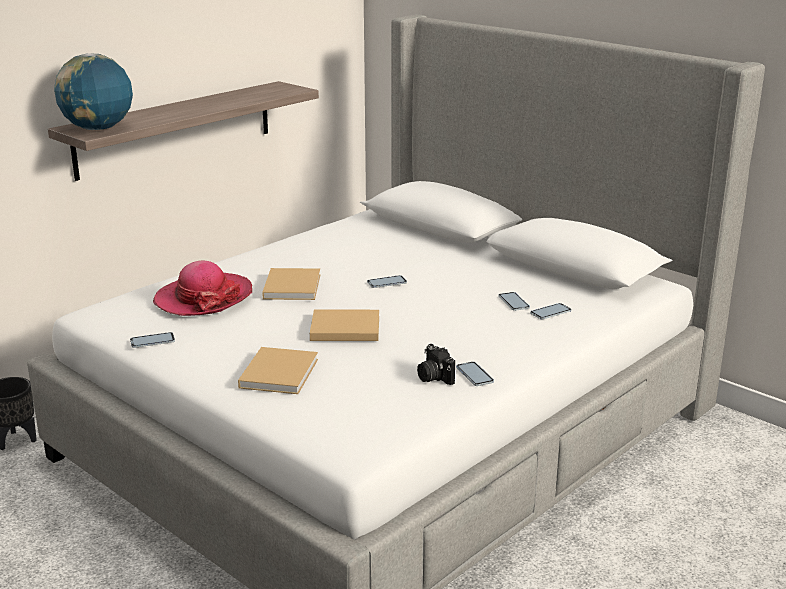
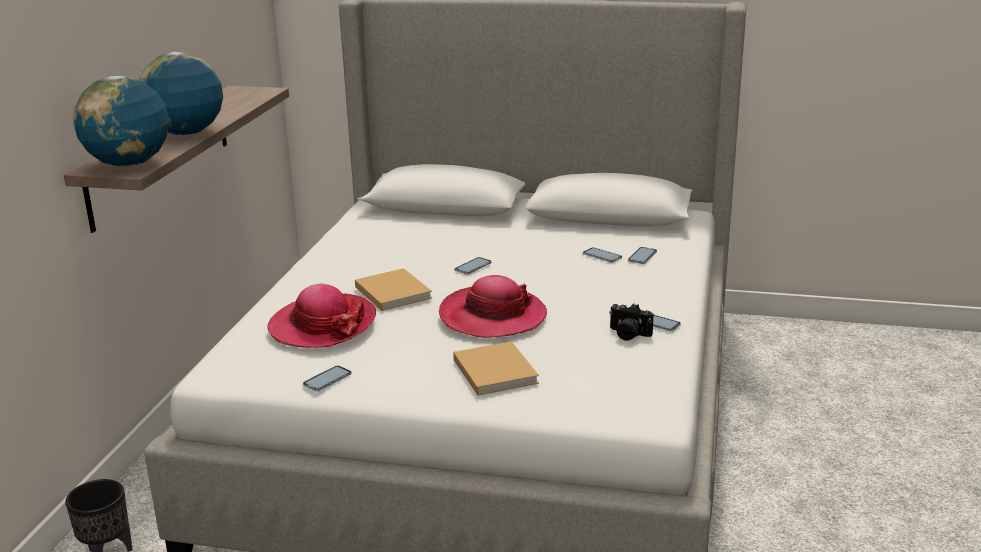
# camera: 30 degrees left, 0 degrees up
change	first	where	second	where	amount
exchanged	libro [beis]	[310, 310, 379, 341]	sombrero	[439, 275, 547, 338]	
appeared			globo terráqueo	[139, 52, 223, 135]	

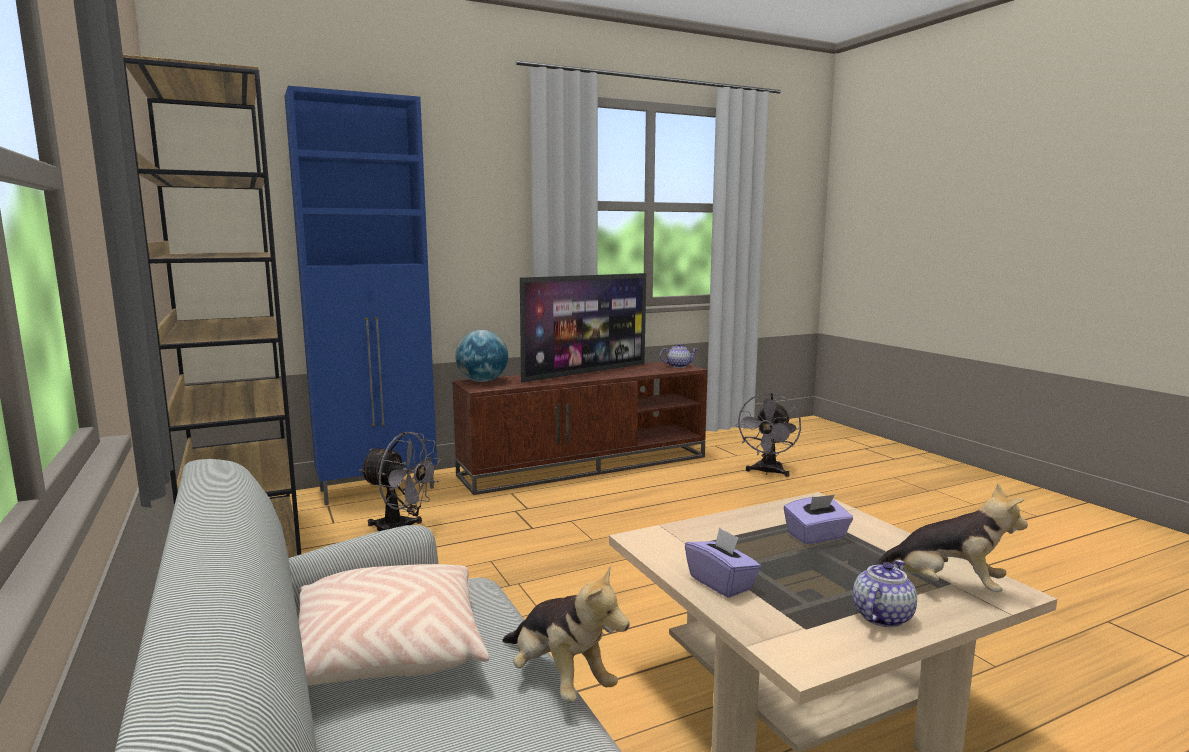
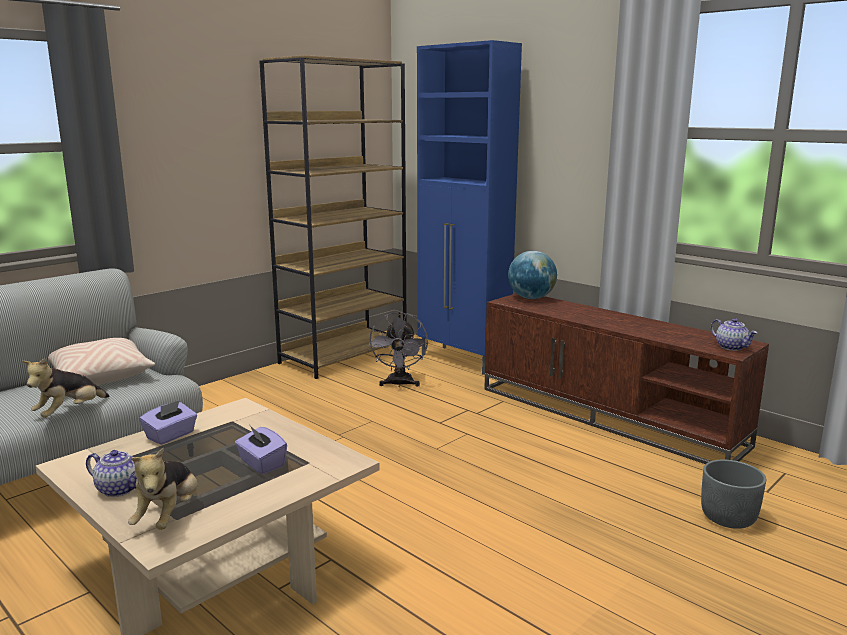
# camera: 70 degrees right, 5 degrees up
change	first	where	second	where	amount
missing	televisor	[520, 273, 646, 382]			
exchanged	ventilador [gris]	[735, 393, 801, 477]	maceta [gris]	[701, 460, 766, 529]	

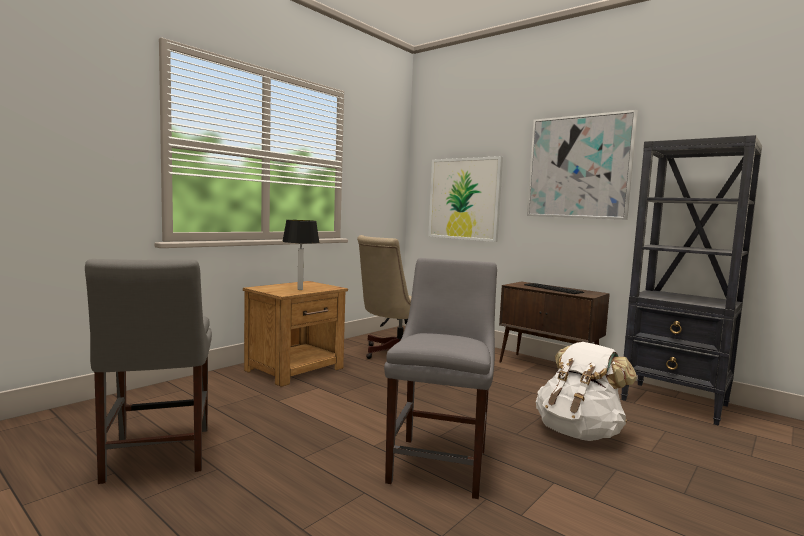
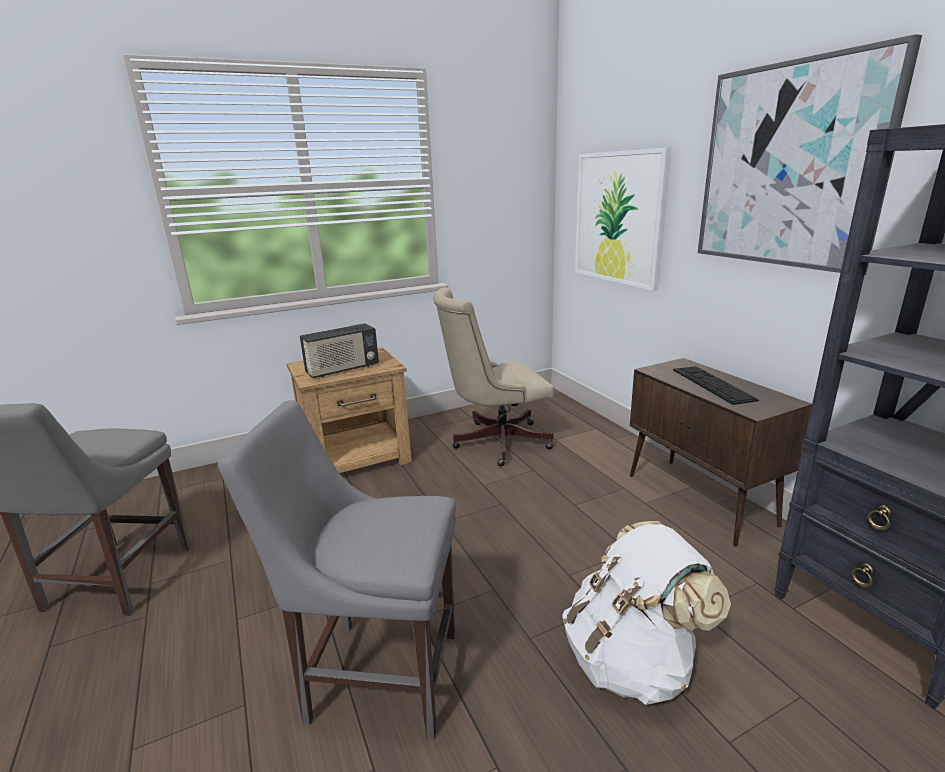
# camera: 25 degrees right, 15 degrees up
change	first	where	second	where	amount
exchanged	lámpara de mesa	[282, 220, 320, 290]	radio	[300, 323, 379, 378]	
spun	silla [gris]	[384, 258, 497, 499]		[218, 400, 456, 739]	120 degrees counterclockwise

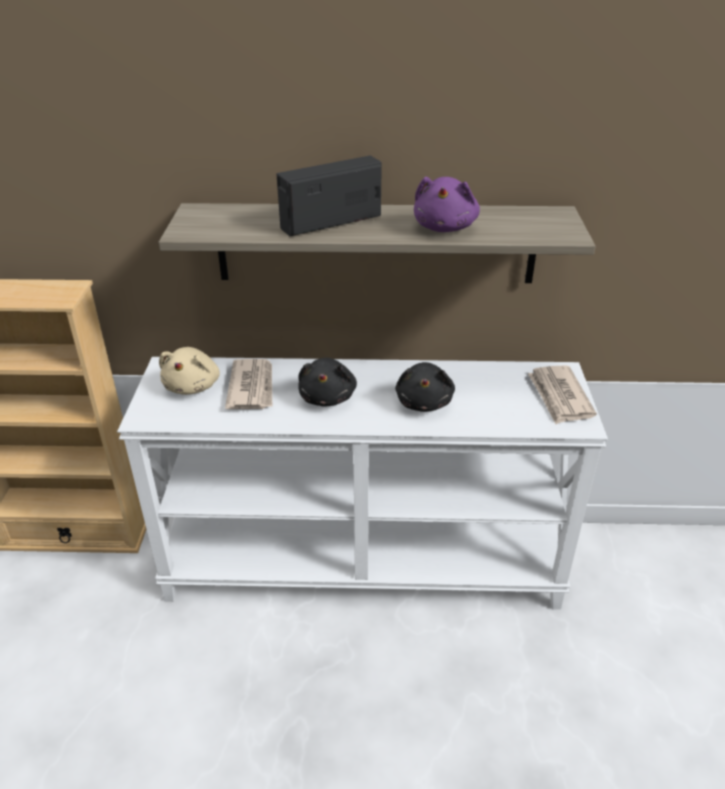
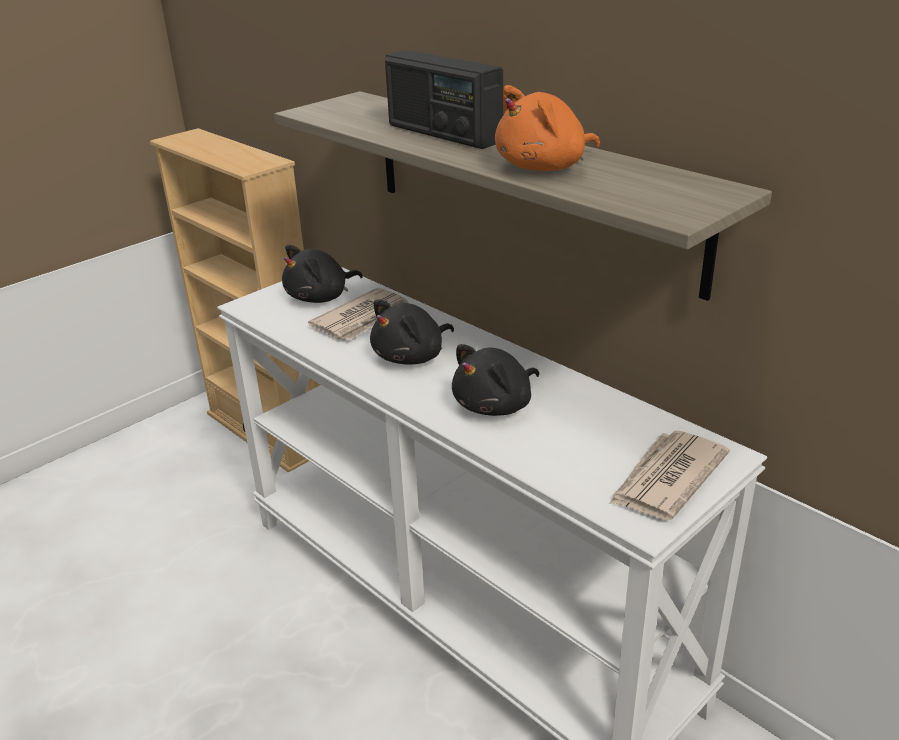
# camera: 45 degrees right, 5 degrees down
change	first	where	second	where	amount
colour	peluche [beis]	[159, 347, 220, 395]	peluche [negro]	[282, 245, 363, 303]	
spun	radio	[276, 156, 382, 236]		[385, 50, 503, 149]	150 degrees counterclockwise
colour	peluche [morado]	[414, 177, 480, 232]	peluche [naranja]	[495, 85, 600, 171]	

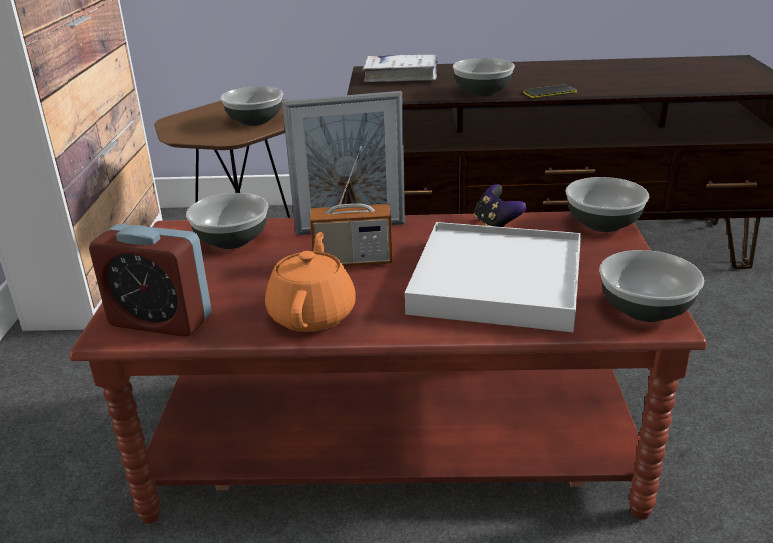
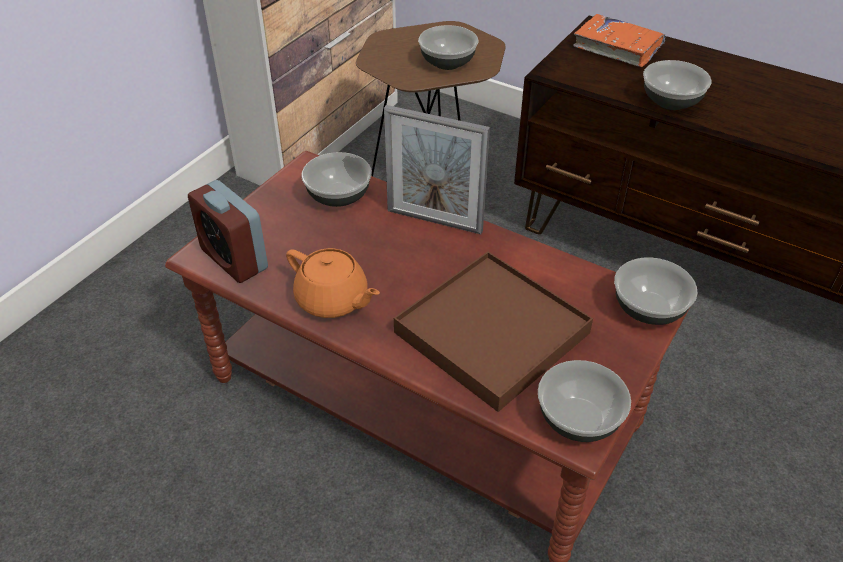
# camera: 30 degrees right, 15 degrees up
change	first	where	second	where	amount
spun	tetera [naranja]	[265, 232, 356, 332]		[286, 248, 380, 318]	90 degrees clockwise
missing	radio	[310, 146, 393, 266]			
colour	libro [blanco]	[362, 55, 438, 82]	libro [naranja]	[573, 14, 665, 67]	
colour	bandeja [blanco]	[405, 222, 581, 332]	bandeja [marrón]	[394, 252, 593, 412]	
missing	mando de consola	[474, 184, 526, 227]			
missing	móvil	[523, 84, 577, 98]			

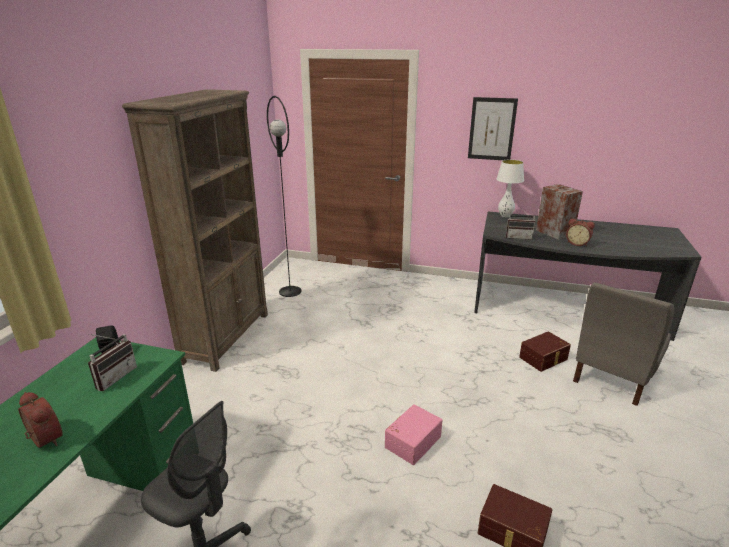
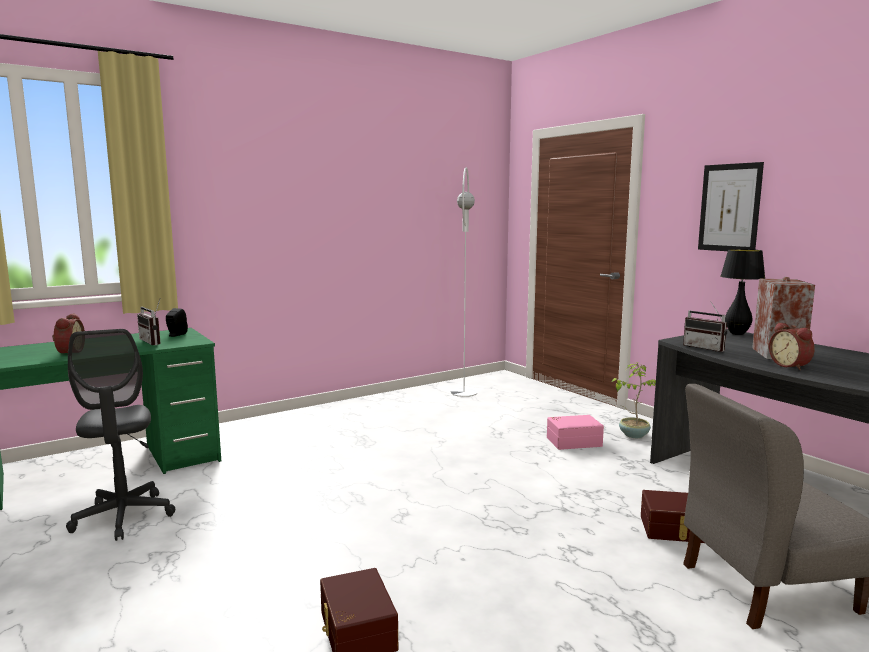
# camera: 40 degrees right, 15 degrees down
change	first	where	second	where	amount
spun	radio	[88, 334, 137, 391]		[137, 299, 161, 345]	75 degrees clockwise
missing	estantería [marrón]	[122, 89, 268, 372]			
colour	lámpara de pie [negro]	[267, 96, 302, 297]	lámpara de pie [blanco]	[451, 167, 477, 397]	
relocated	caja de almacenaje [rosa]	[385, 404, 442, 465]		[547, 415, 604, 450]	
colour	lámpara de mesa [blanco]	[496, 159, 524, 218]	lámpara de mesa [negro]	[721, 249, 765, 335]	
appeared			planta en maceta	[612, 362, 656, 438]	

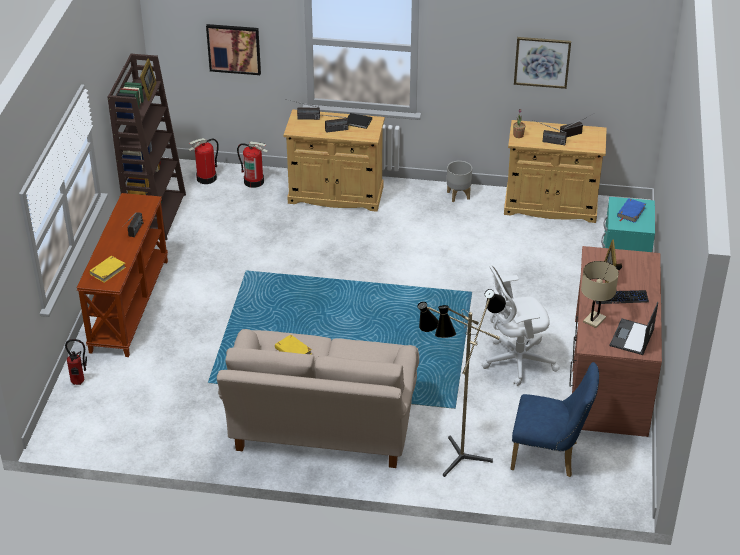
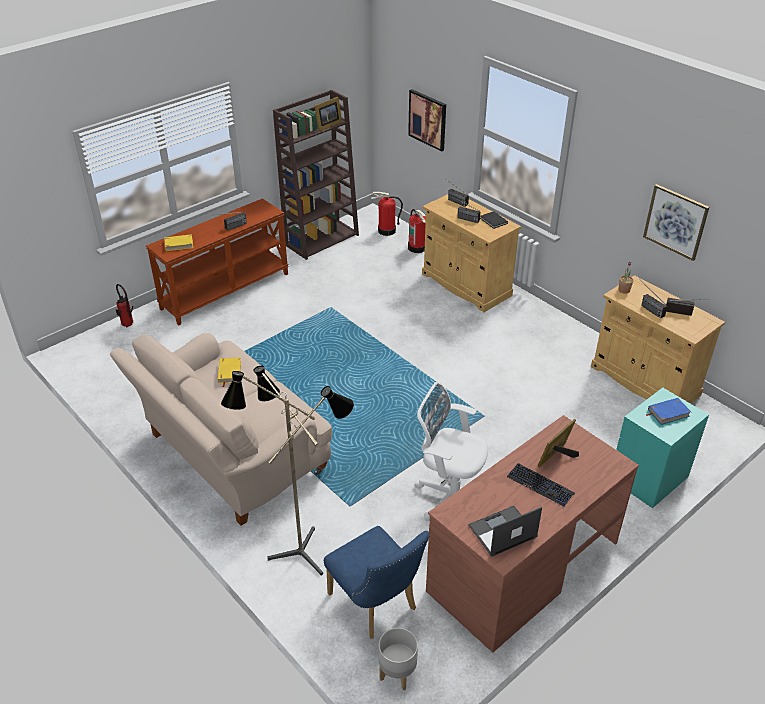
# camera: 40 degrees right, 0 degrees up
change	first	where	second	where	amount
relocated	maceta [gris]	[447, 161, 472, 202]		[379, 628, 418, 690]	
missing	lámpara de mesa [beis]	[581, 261, 619, 328]			

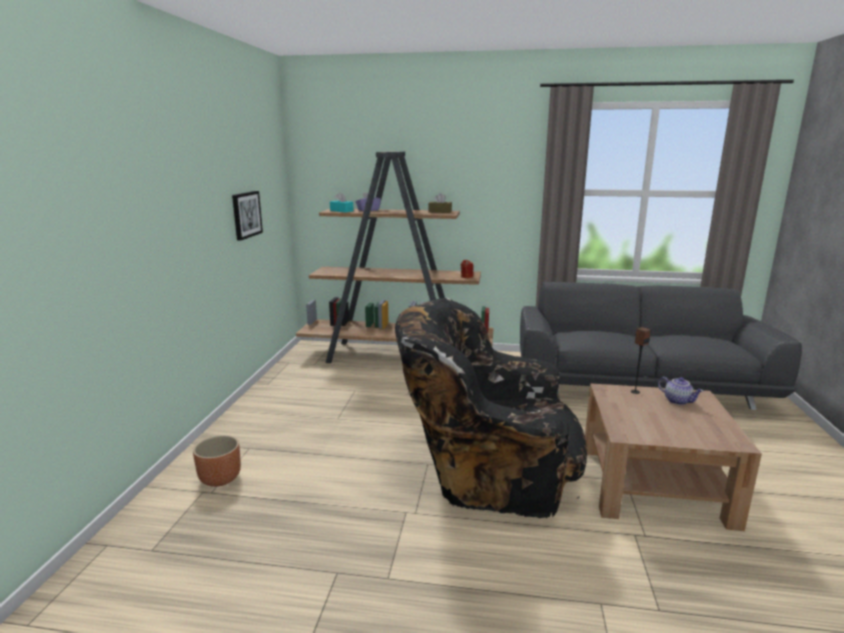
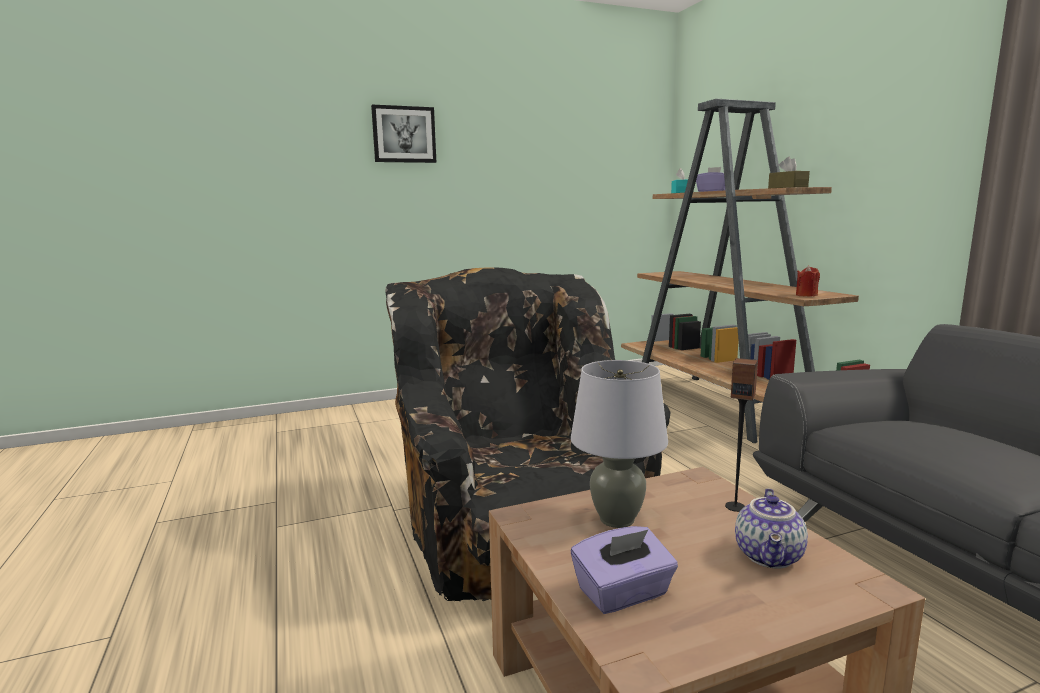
# camera: 60 degrees right, 5 degrees down
change	first	where	second	where	amount
missing	maceta [marrón]	[193, 435, 241, 487]			
relocated	cuadro	[232, 191, 263, 241]		[371, 105, 436, 163]	
appeared			lámpara de mesa [gris]	[571, 360, 668, 528]	
appeared			caja de pañuelos [morado]	[571, 526, 678, 614]	

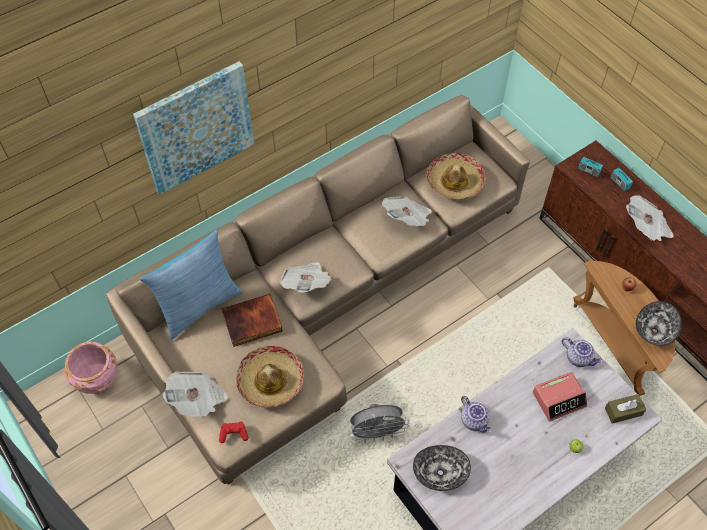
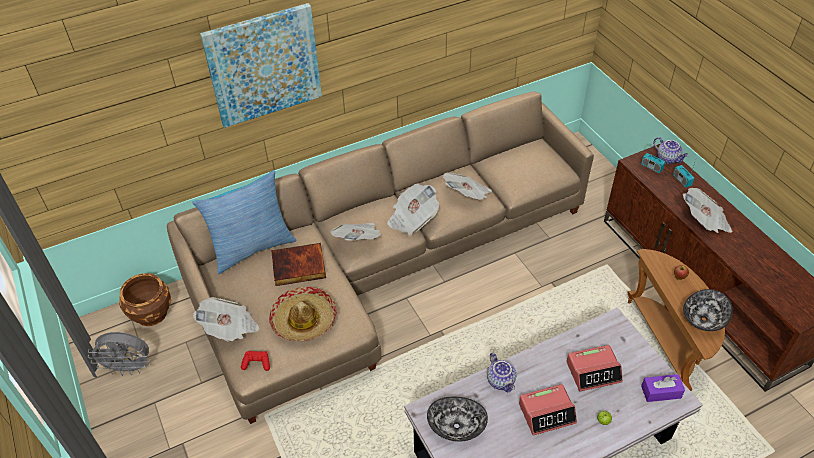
# camera: 10 degrees right, 10 degrees down
change	first	where	second	where	amount
colour	maceta [rosa]	[64, 342, 118, 394]	maceta [marrón]	[119, 273, 171, 326]	
relocated	ventilador [gris]	[349, 404, 409, 442]		[88, 332, 151, 376]	
missing	sombrero	[426, 153, 486, 199]			
relocated	tetera	[562, 337, 603, 367]		[653, 137, 689, 164]	
colour	caja de pañuelos [marrón]	[605, 394, 646, 424]	caja de pañuelos [morado]	[641, 374, 685, 402]	
appeared			periódico	[387, 184, 439, 235]	
appeared			despertador	[519, 384, 577, 436]	

